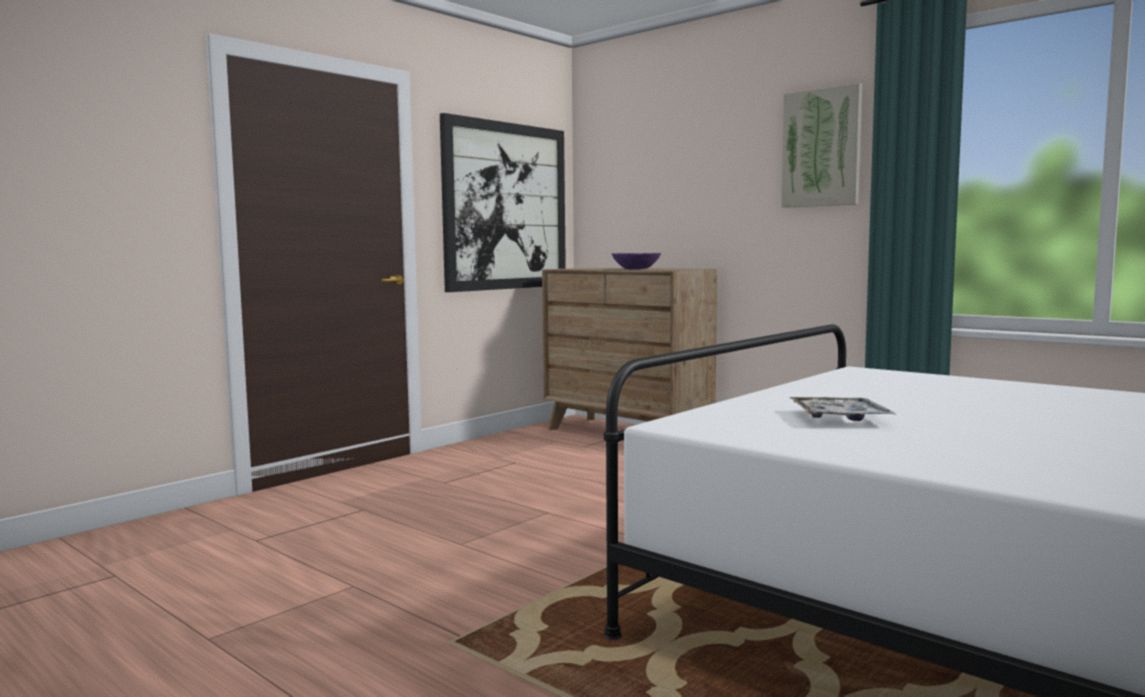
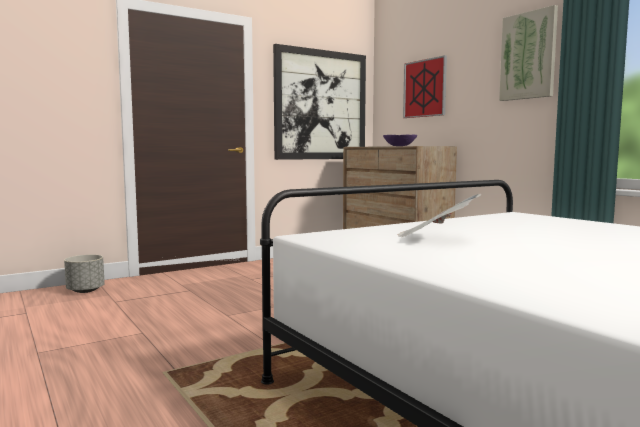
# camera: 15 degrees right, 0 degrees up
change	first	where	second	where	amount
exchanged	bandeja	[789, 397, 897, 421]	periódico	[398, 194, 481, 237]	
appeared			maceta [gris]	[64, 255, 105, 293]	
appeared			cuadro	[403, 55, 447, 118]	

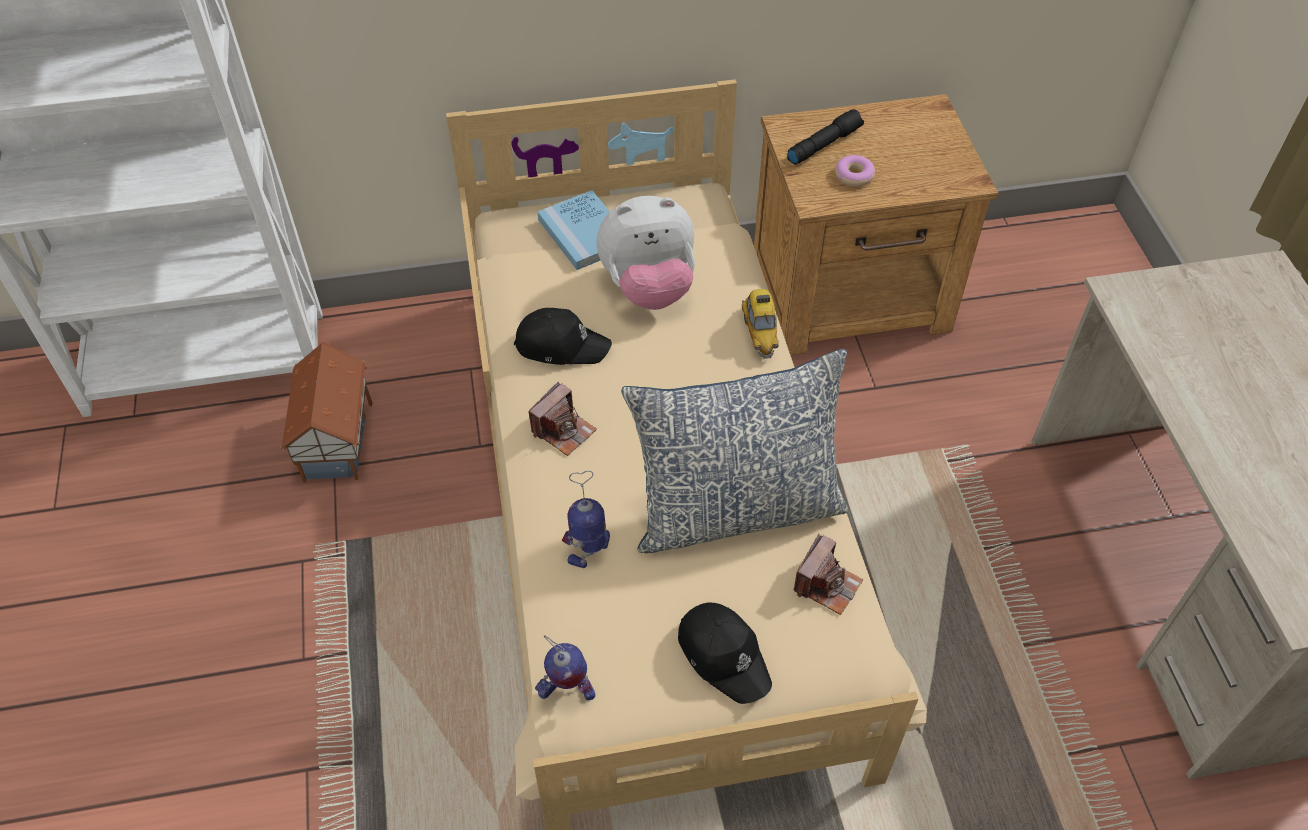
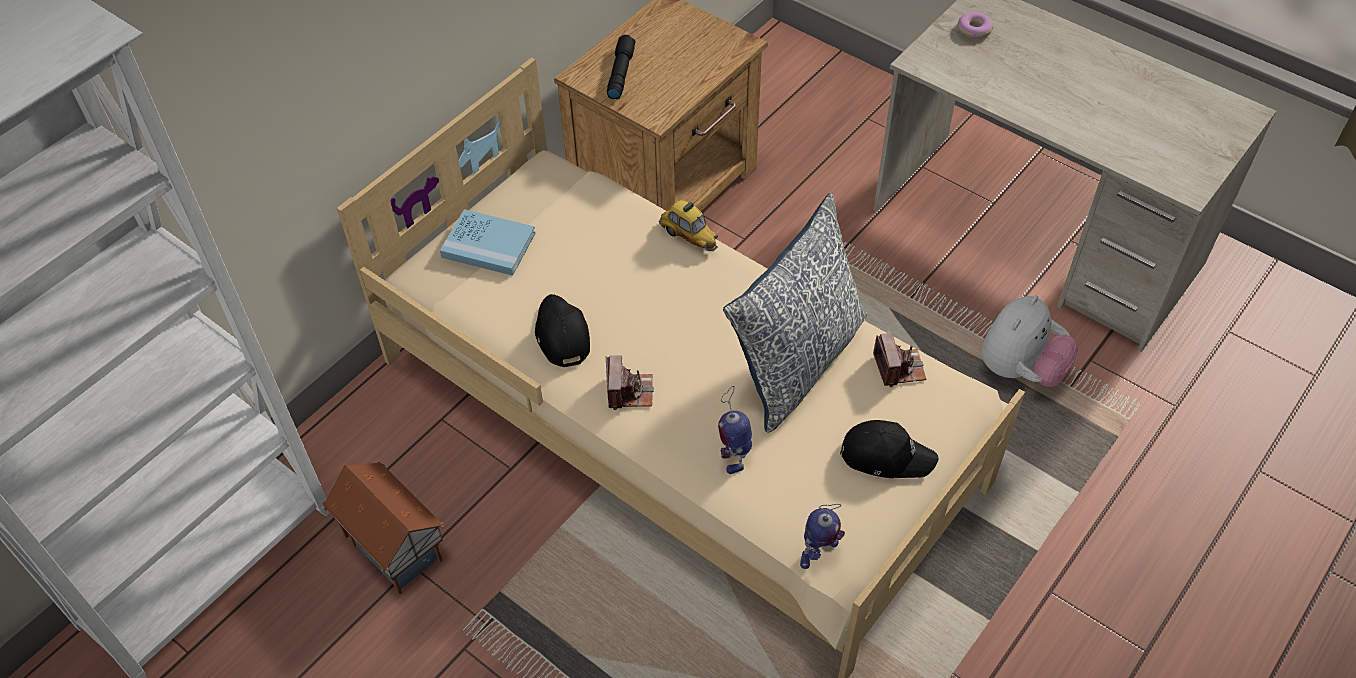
# camera: 40 degrees left, 0 degrees up
change	first	where	second	where	amount
spun	gorra [negro]	[514, 308, 612, 365]		[535, 294, 590, 367]	75 degrees counterclockwise
relocated	peluche	[597, 196, 695, 310]		[982, 295, 1079, 387]	
relocated	rosquilla	[835, 155, 875, 187]		[957, 12, 993, 39]	

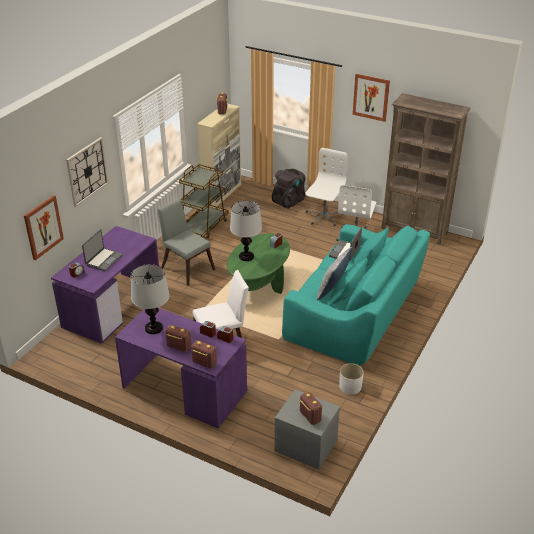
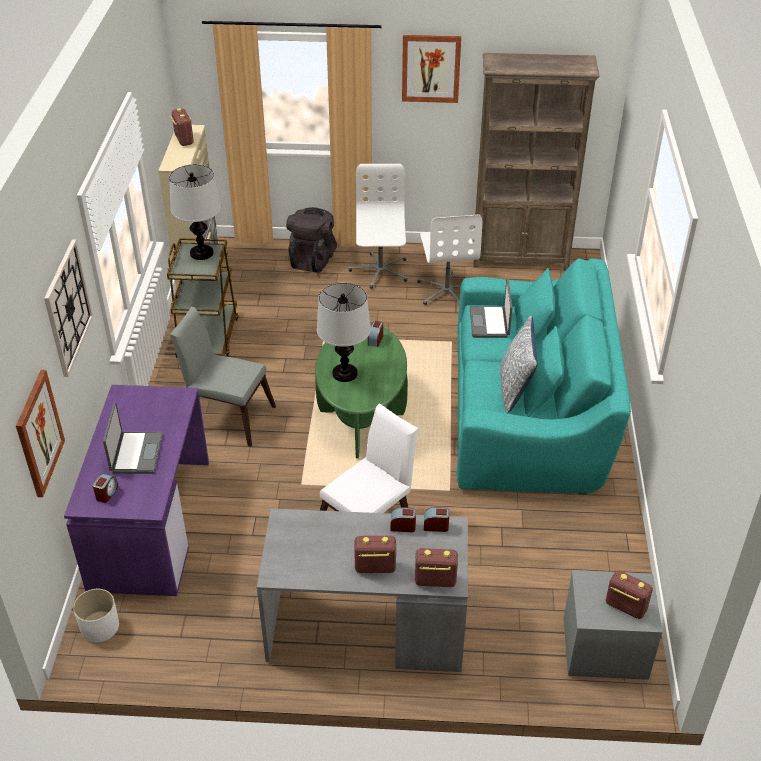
# camera: 25 degrees left, 5 degrees up
change	first	where	second	where	amount
colour	escritorio [morado]	[115, 308, 247, 428]	escritorio [gris]	[257, 508, 468, 672]	
relocated	lámpara de mesa	[131, 264, 170, 334]		[169, 164, 221, 260]	
relocated	maceta [blanco]	[339, 363, 364, 395]		[73, 589, 119, 642]	

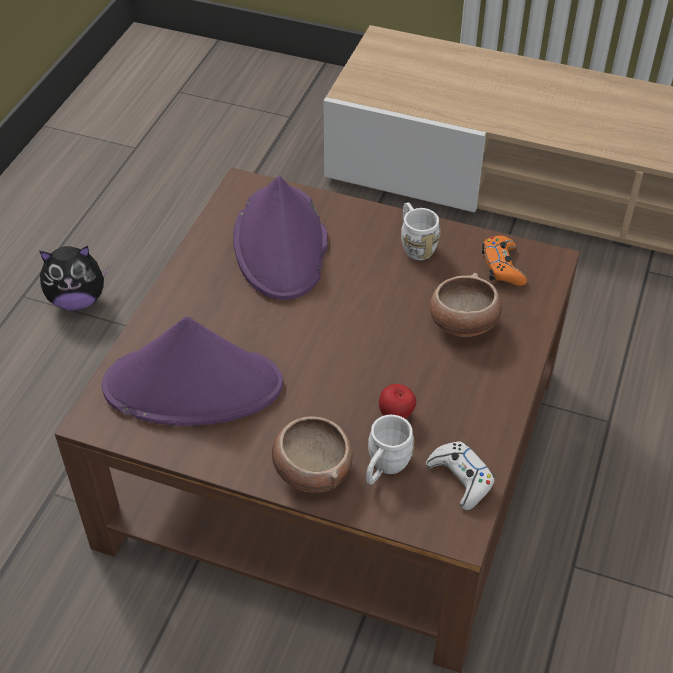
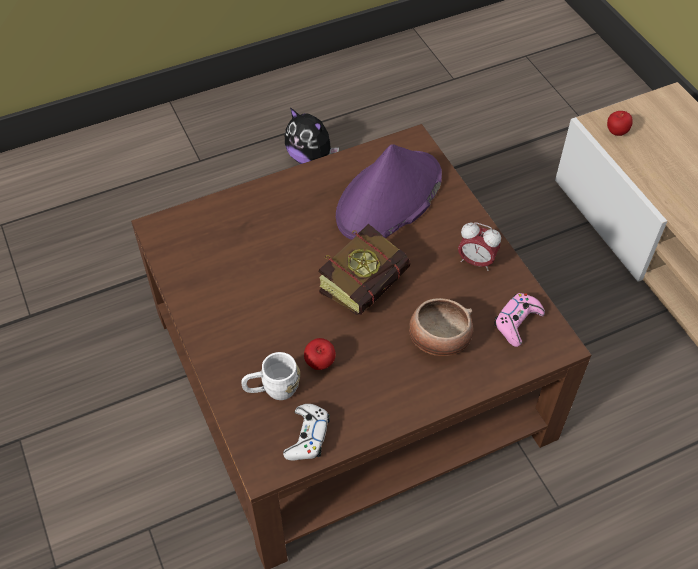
# camera: 45 degrees right, 5 degrees up
change	first	where	second	where	amount
missing	sombrero [morado]	[102, 316, 283, 426]			
missing	cuenco	[272, 416, 353, 493]			
exchanged	taza grande [blanco]	[401, 202, 441, 260]	despertador	[458, 222, 501, 271]	
colour	mando de consola [naranja]	[482, 235, 527, 286]	mando de consola [rosa]	[494, 293, 545, 347]	
appeared			libro	[319, 224, 410, 315]	
appeared			manzana	[607, 111, 633, 136]	

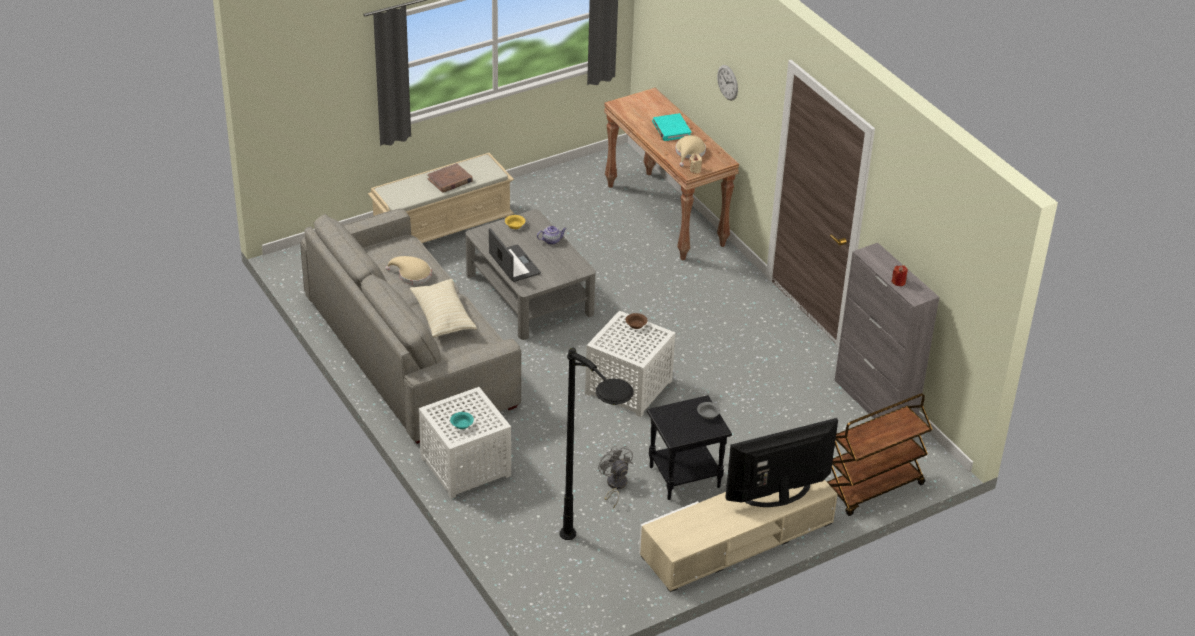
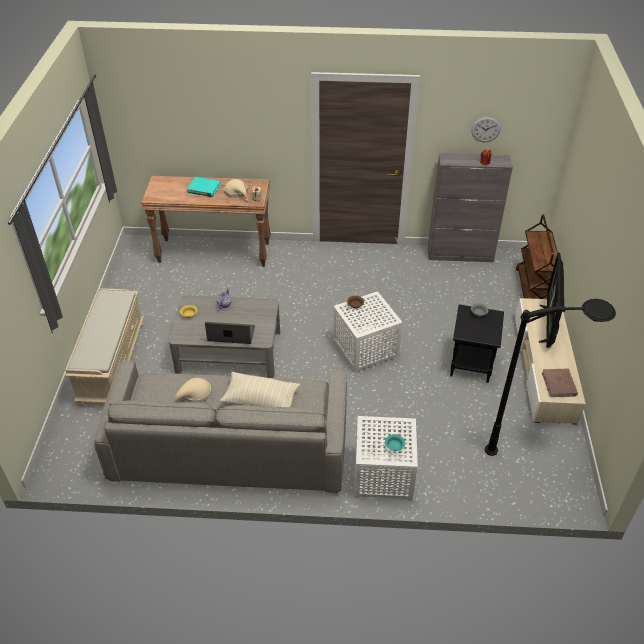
# camera: 55 degrees left, 5 degrees up
change	first	where	second	where	amount
relocated	libro [marrón]	[427, 163, 473, 193]		[542, 369, 578, 397]	
missing	ventilador [gris]	[598, 446, 633, 509]			
relocated	reloj de pared	[717, 65, 738, 101]		[472, 117, 501, 142]	

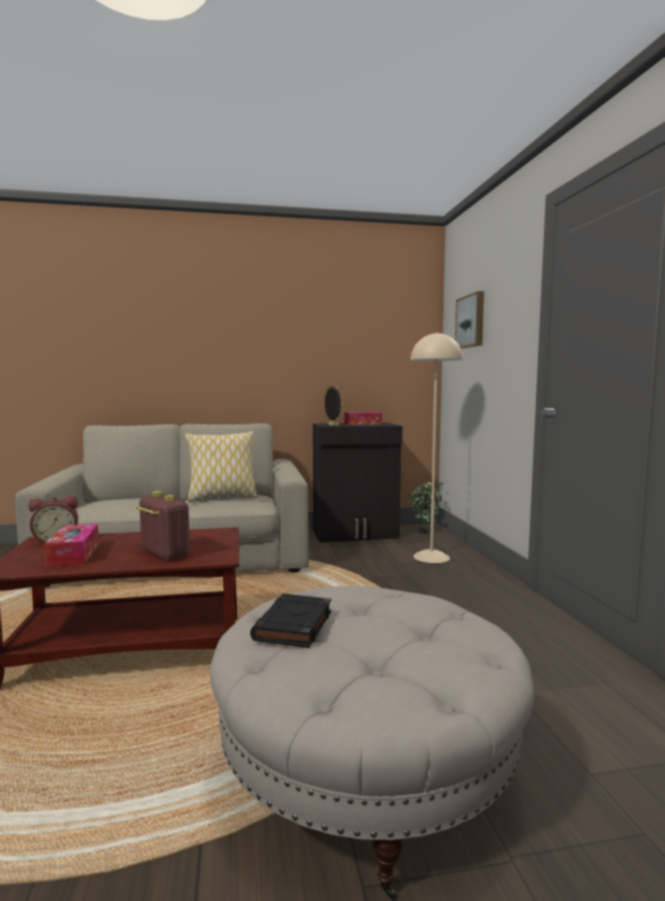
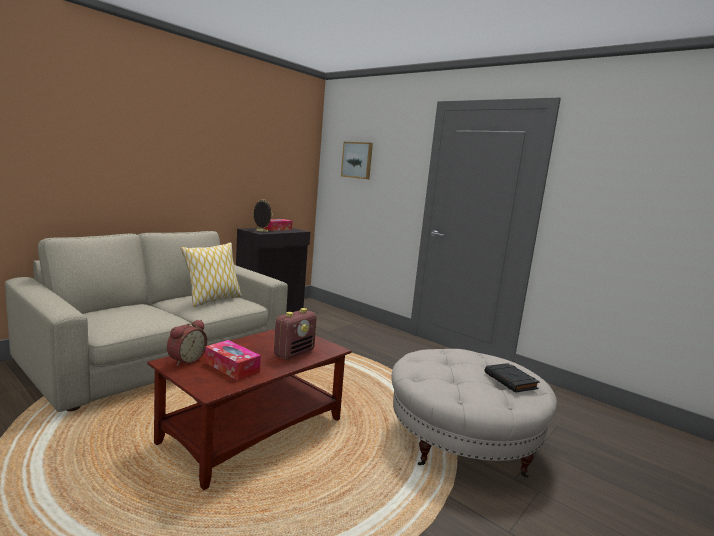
# camera: 40 degrees left, 5 degrees up
change	first	where	second	where	amount
spun	radio	[136, 491, 190, 561]		[274, 308, 317, 360]	120 degrees clockwise
relocated	libro [negro]	[250, 594, 331, 648]		[485, 363, 540, 393]	
missing	planta en maceta	[406, 482, 444, 533]			
missing	lámpara de pie [beis]	[410, 332, 463, 563]			

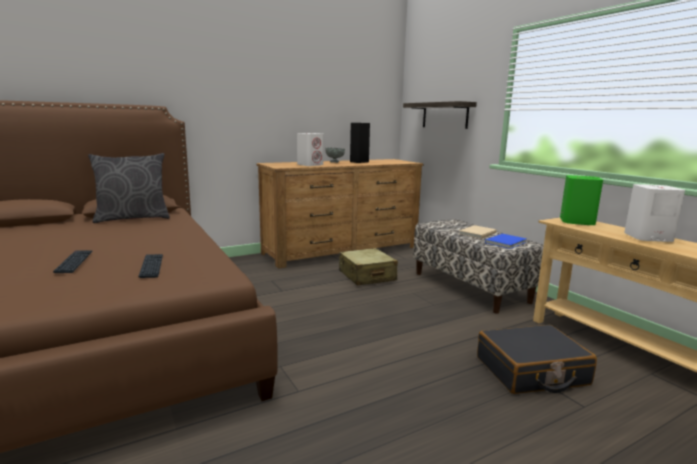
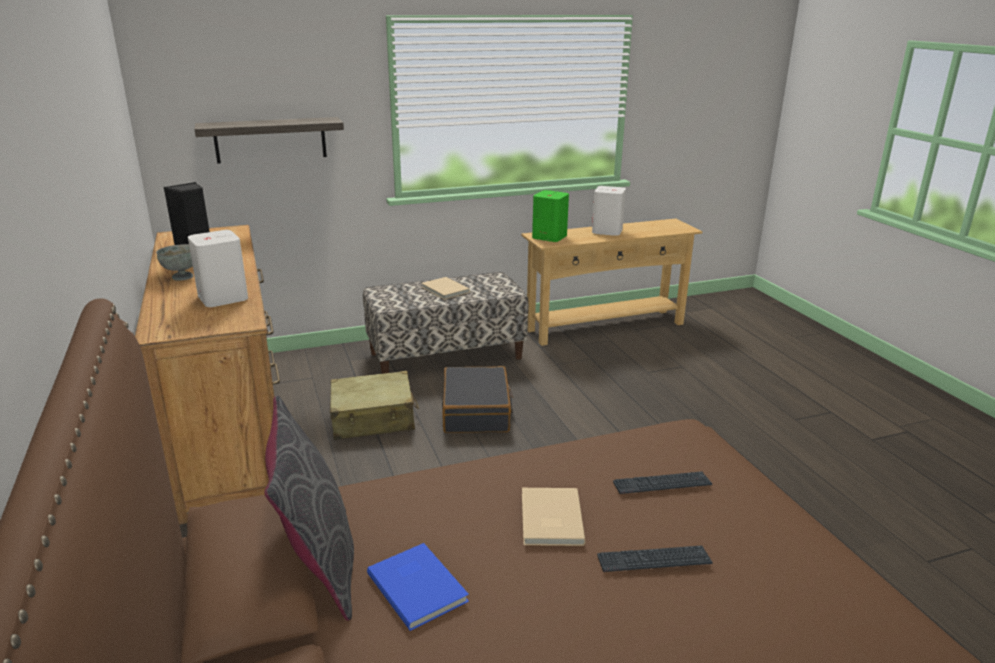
# camera: 80 degrees left, 10 degrees up
change	first	where	second	where	amount
relocated	maleta [negro]	[477, 325, 597, 394]		[442, 366, 513, 433]	
relocated	libro [azul]	[485, 234, 526, 249]		[367, 543, 469, 631]	
appeared			libro [beis]	[522, 488, 586, 546]	

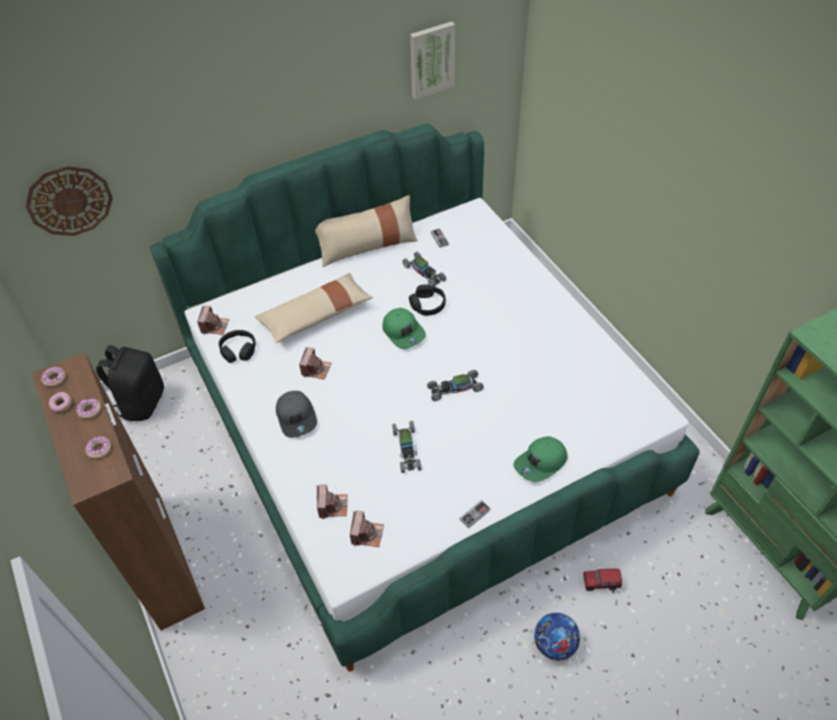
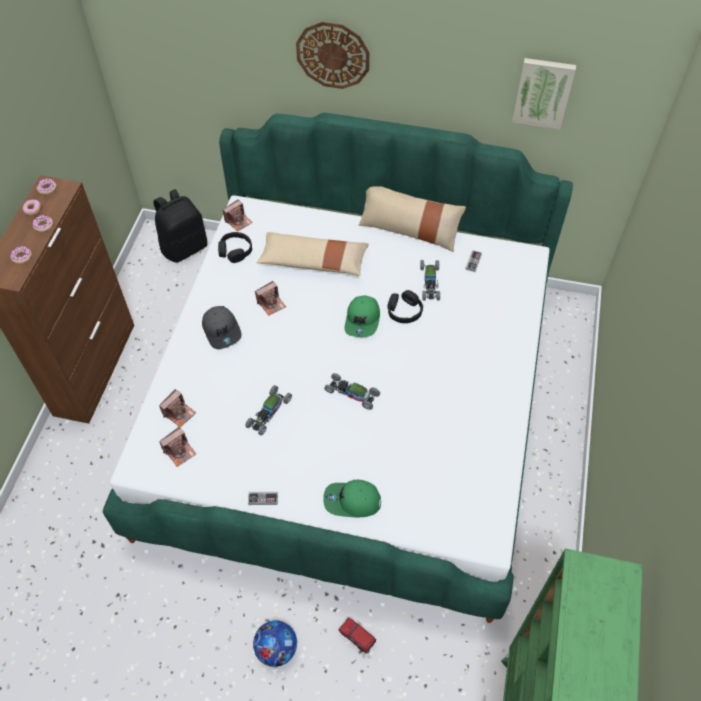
# camera: 40 degrees right, 5 degrees up
change	first	where	second	where	amount
relocated	reloj de pared	[25, 166, 113, 236]		[296, 22, 370, 89]	
spun	gorra [gris]	[276, 391, 317, 438]		[202, 306, 241, 349]	45 degrees counterclockwise

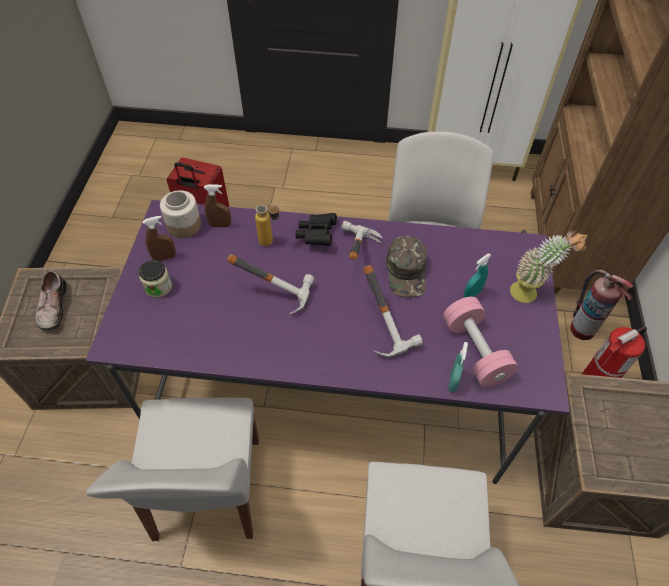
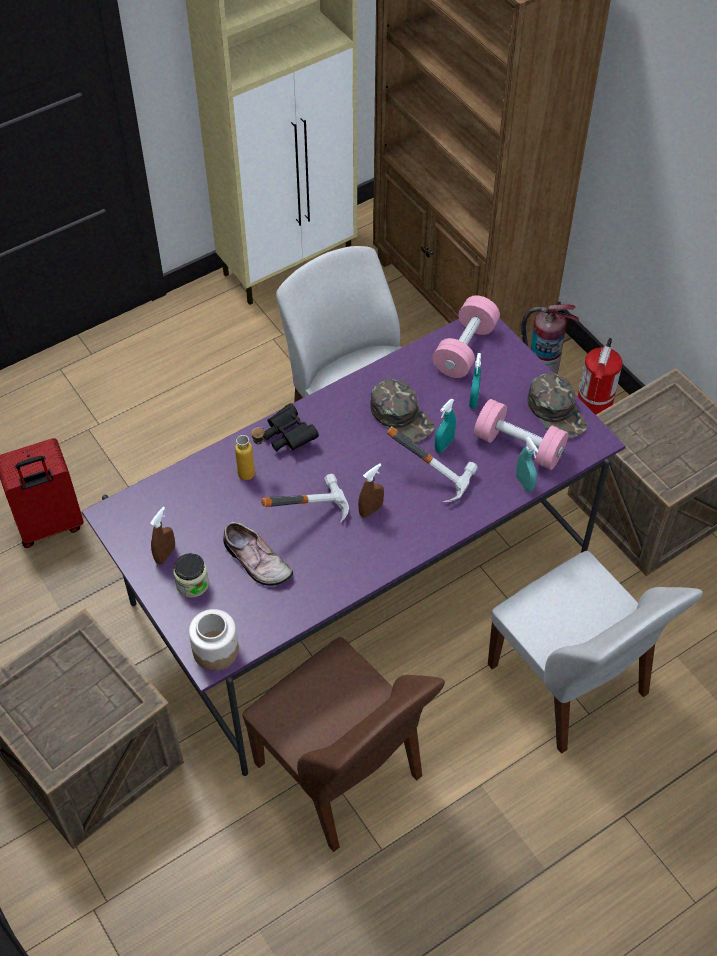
# camera: 40 degrees left, 0 degrees up
change	first	where	second	where	amount
relocated	zapato	[36, 271, 67, 330]		[223, 522, 293, 586]	
colour	silla [blanco]	[86, 397, 259, 541]	silla [marrón]	[242, 637, 445, 852]	
relocated	tarro	[160, 190, 201, 238]		[189, 609, 239, 671]	
relocated	pulverizador [marrón]	[204, 185, 231, 227]		[358, 463, 384, 518]	
missing	martillo	[341, 221, 383, 260]			
missing	planta en maceta	[510, 230, 588, 303]			
appeared			mancuerna [rosa]	[433, 295, 500, 378]	
appeared			pulverizador [turquesa]	[435, 398, 456, 452]	
appeared			gorra [verde]	[528, 373, 587, 439]	

